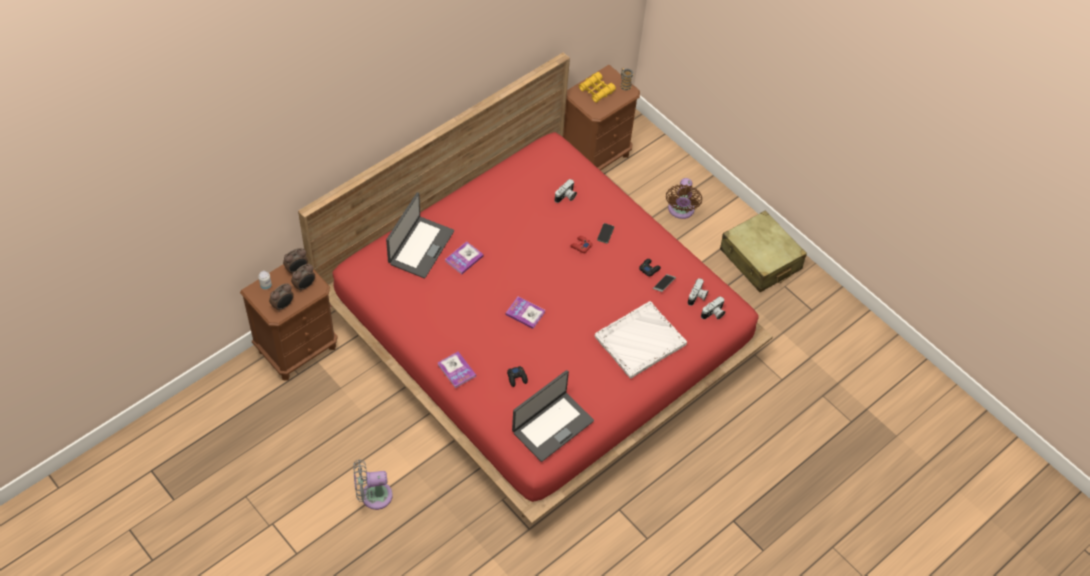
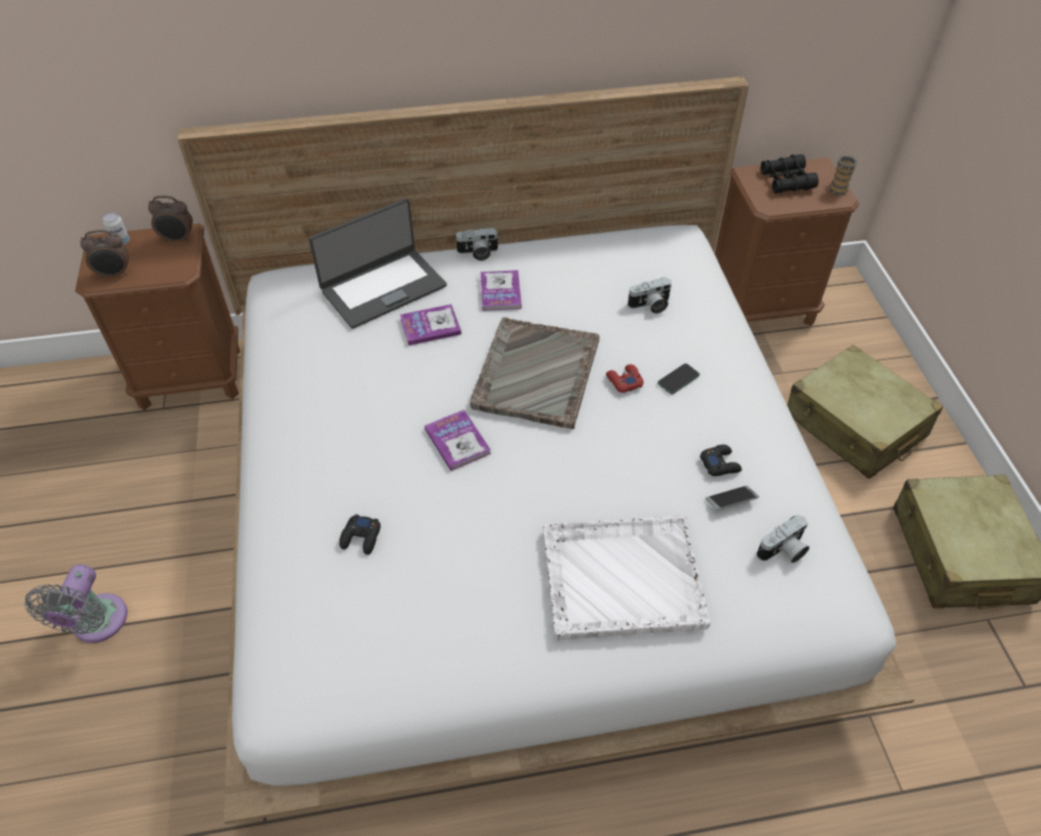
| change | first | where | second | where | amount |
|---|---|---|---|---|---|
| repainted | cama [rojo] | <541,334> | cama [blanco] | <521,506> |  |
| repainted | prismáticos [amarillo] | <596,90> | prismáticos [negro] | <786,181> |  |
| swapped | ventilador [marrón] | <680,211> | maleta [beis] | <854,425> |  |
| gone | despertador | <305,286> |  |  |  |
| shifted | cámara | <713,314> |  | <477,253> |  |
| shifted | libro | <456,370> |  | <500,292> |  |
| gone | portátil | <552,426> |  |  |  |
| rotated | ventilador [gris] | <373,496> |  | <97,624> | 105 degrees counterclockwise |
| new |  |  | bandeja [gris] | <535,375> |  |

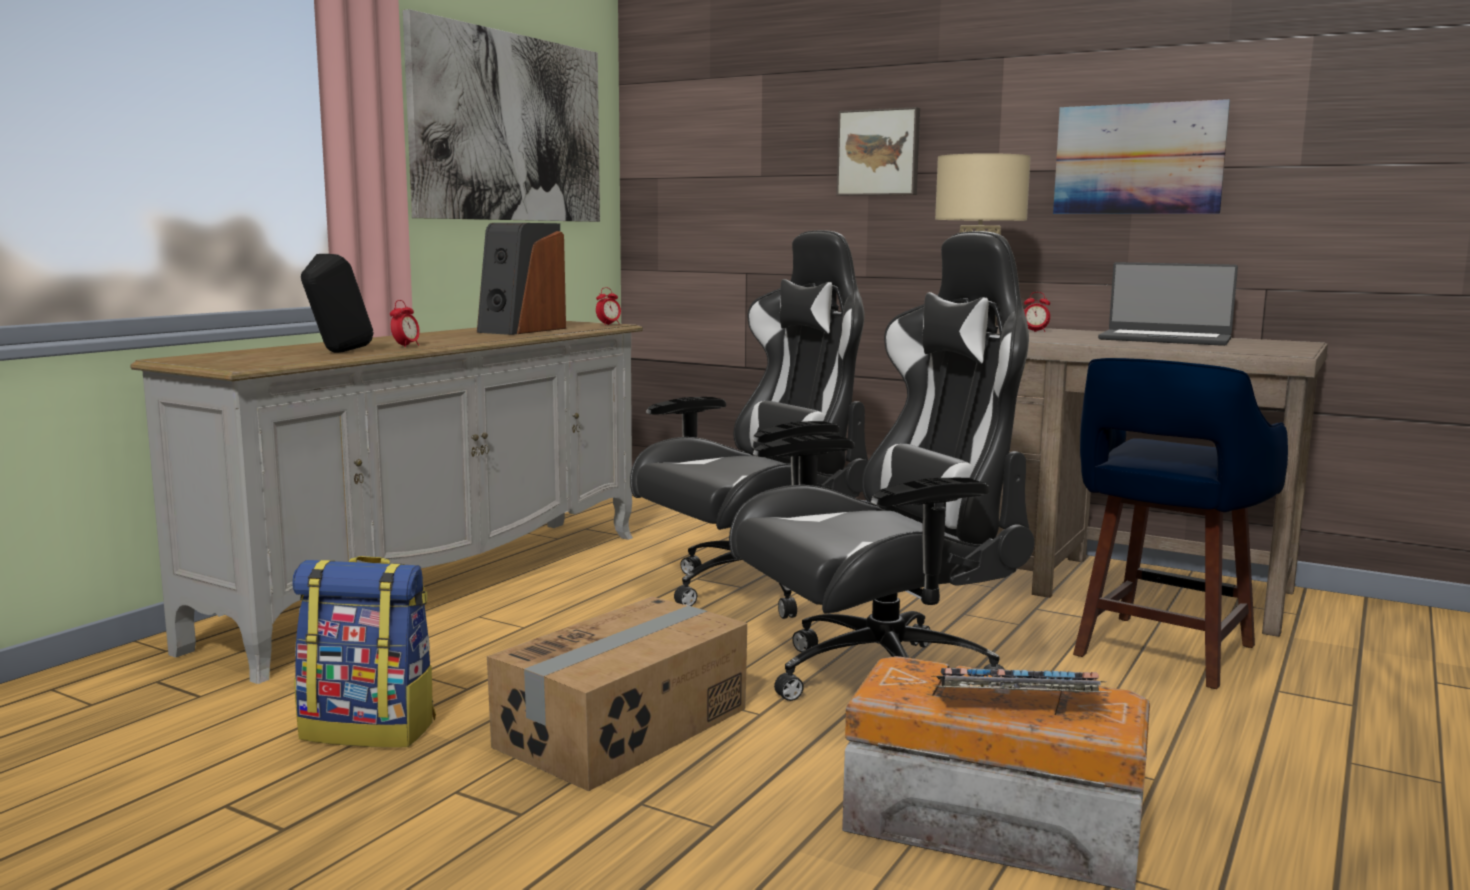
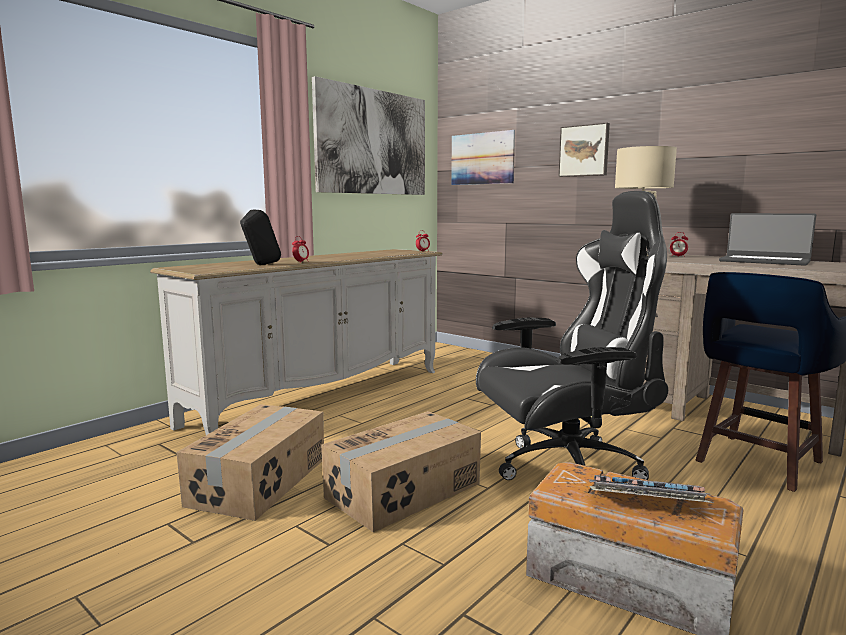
| change | first | where | second | where | amount |
|---|---|---|---|---|---|
| shifted | cuadro | <1138,159> |  | <482,158> |  |
| gone | altavoz | <521,330> |  |  |  |
| gone | silla de oficina [negro] | <748,591> |  |  |  |
| swapped | mochila | <370,729> | caja de cartón | <260,481> |  |

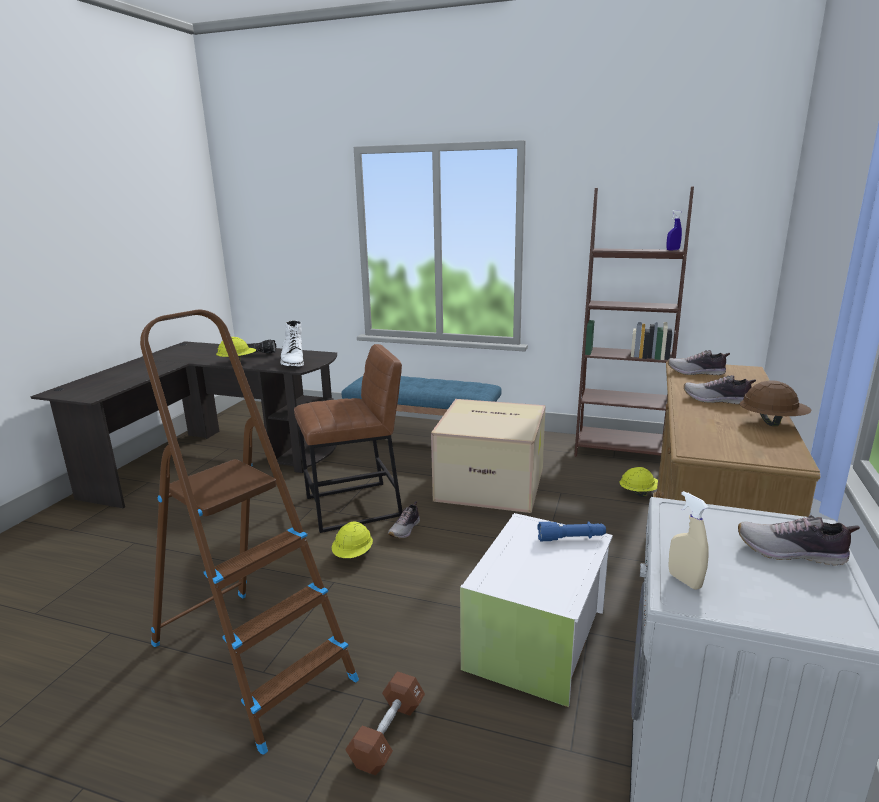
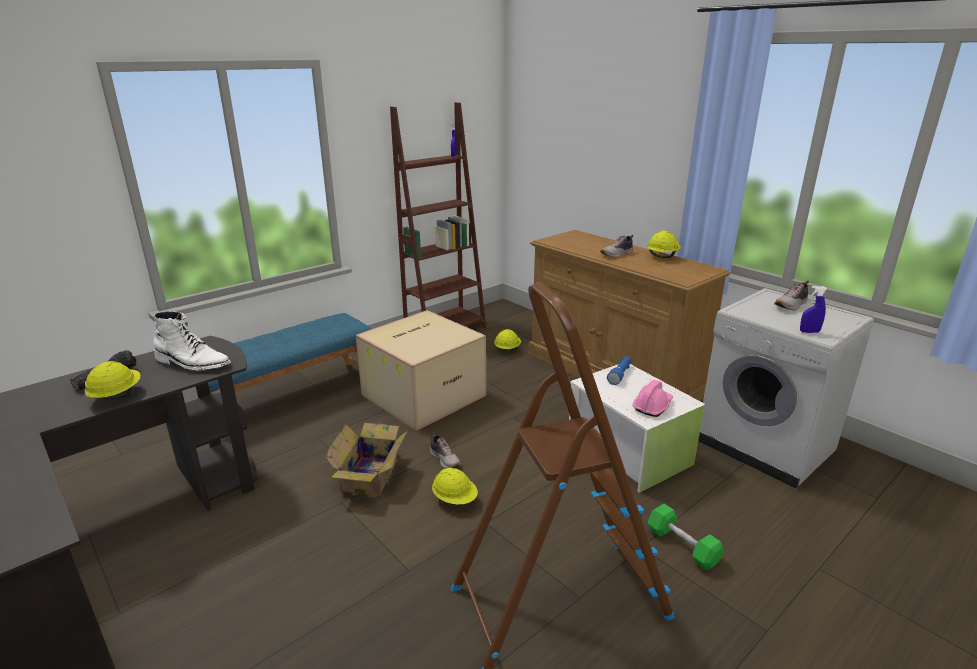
| change | first | where | second | where | amount |
|---|---|---|---|---|---|
| swapped | silla [marrón] | <355,506> | caja de cartón | <372,474> |  |
| gone | zapato | <696,372> |  |  |  |
| repainted | casco [marrón] | <771,422> | casco [amarillo] | <662,256> |  |
| repainted | pulverizador [beis] | <684,580> | pulverizador [azul] | <809,332> |  |
| repainted | mancuerna [marrón] | <388,734> | mancuerna [verde] | <682,546> |  |
| new |  |  | casco [rosa] | <652,406> |  |

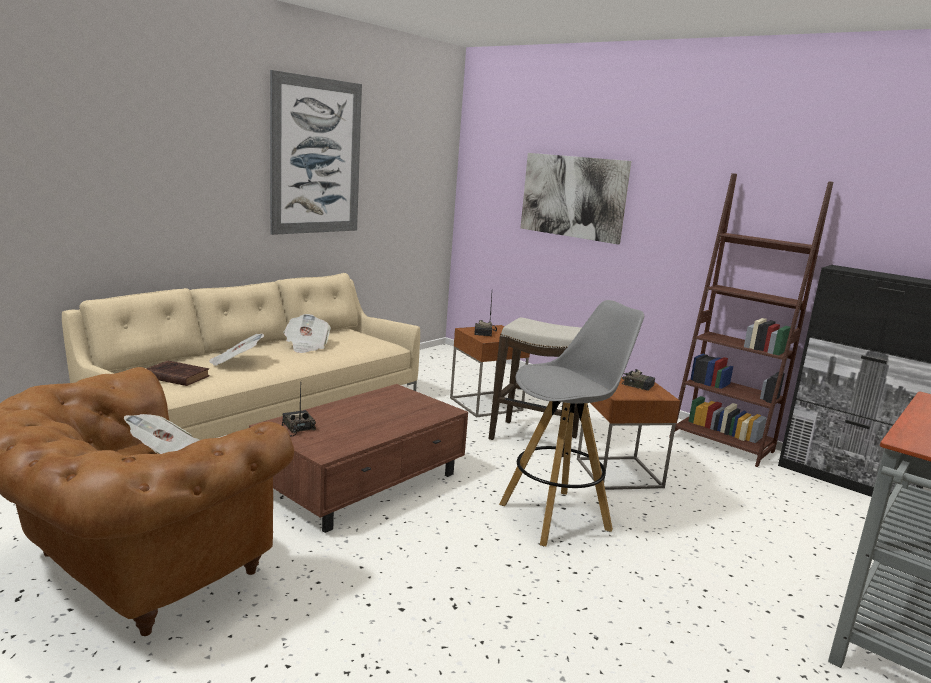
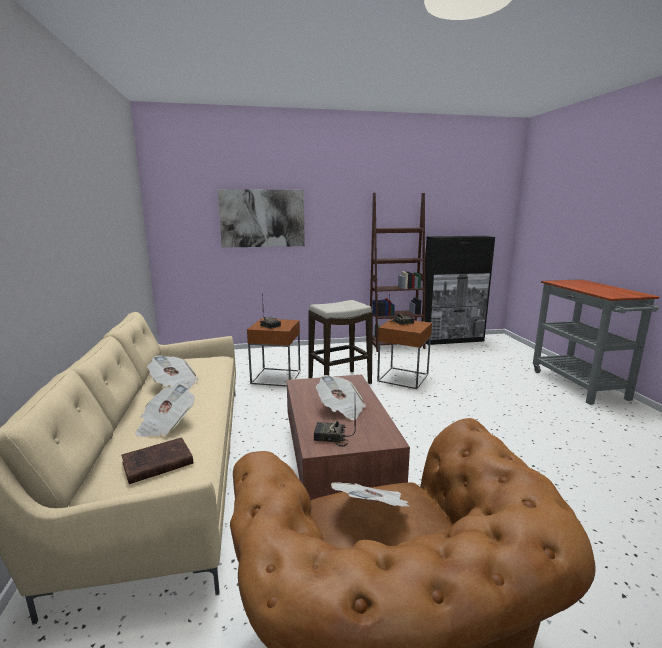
| change | first | where | second | where | amount |
|---|---|---|---|---|---|
| gone | cuadro | <316,157> |  |  |  |
| gone | taburete [gris] | <557,517> |  |  |  |
| new |  |  | periódico | <341,409> |  |

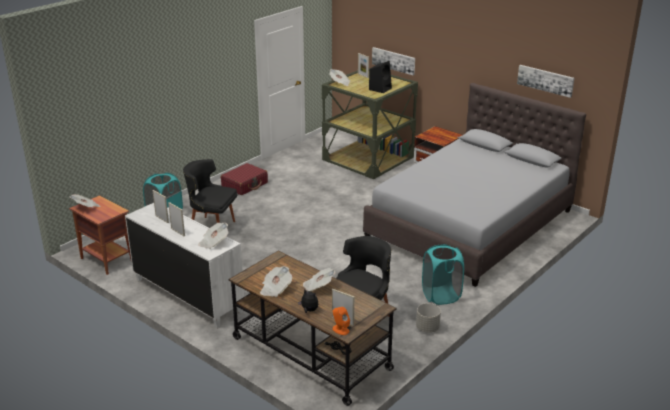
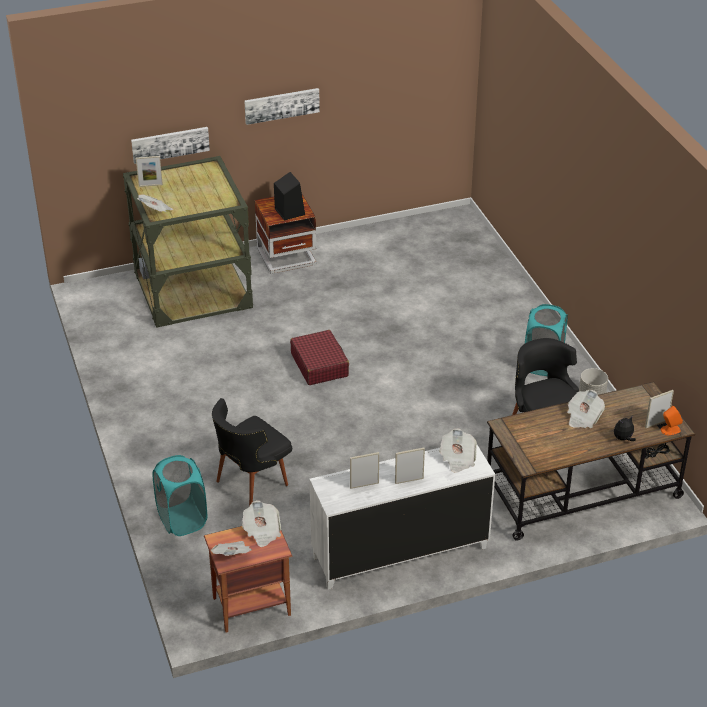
| change | first | where | second | where | amount |
|---|---|---|---|---|---|
| shifted | altavoz [negro] | <380,88> |  | <289,211> |  |
| shifted | cuadro | <545,80> |  | <281,105> |  |
| gone | cama [gris] | <470,224> |  |  |  |
| shifted | maleta [rojo] | <245,185> |  | <319,365> |  |
| shifted | periódico | <275,289> |  | <262,532> |  |

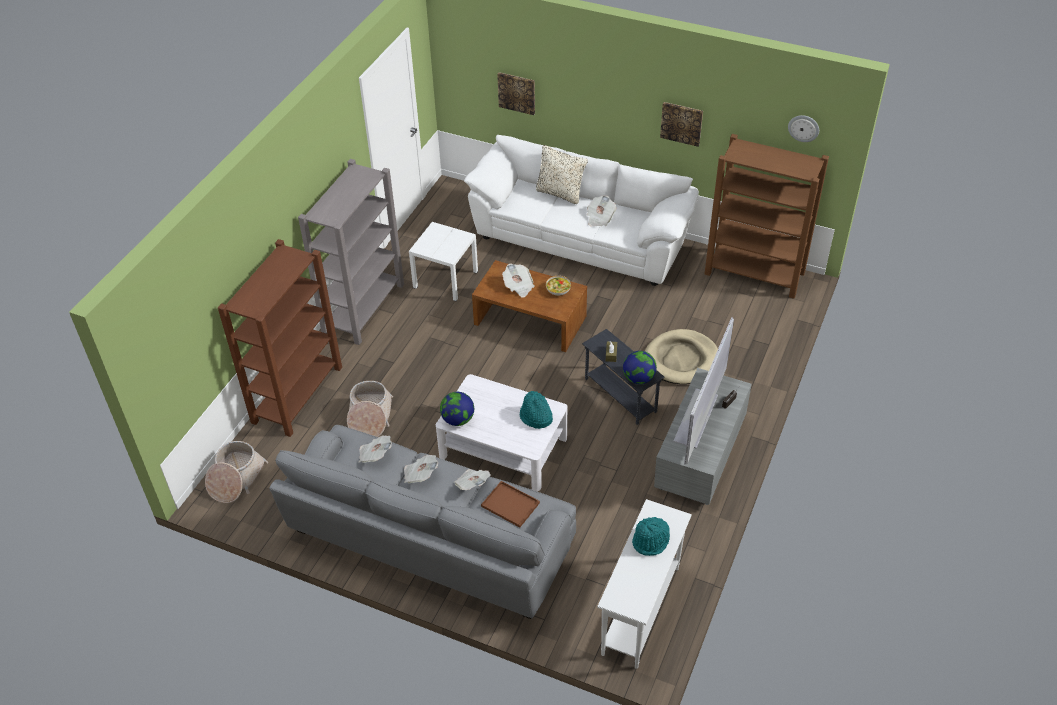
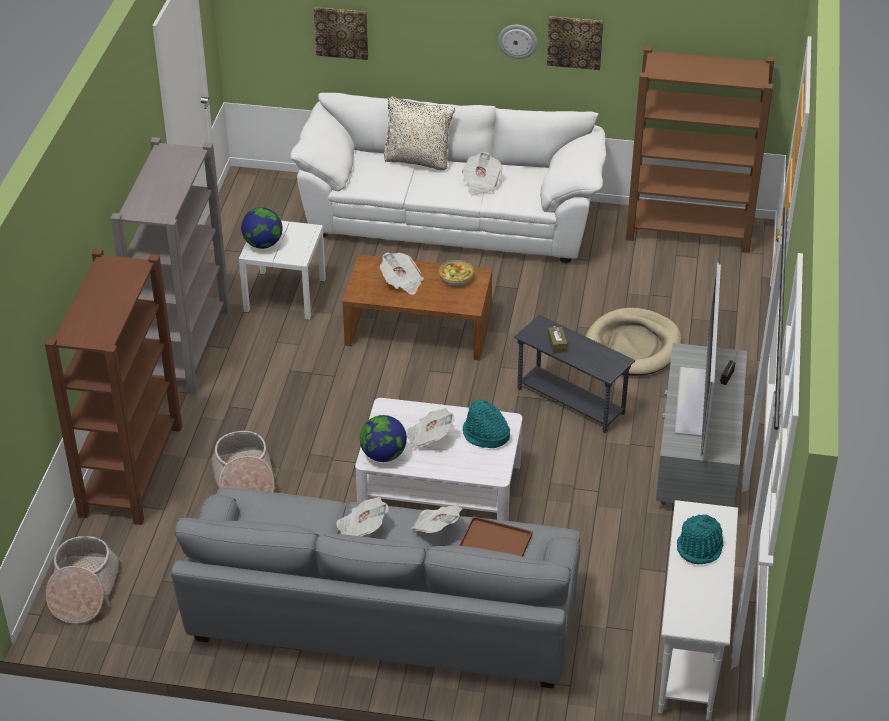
| change | first | where | second | where | amount |
|---|---|---|---|---|---|
| shifted | reloj de pared | <803,128> |  | <517,41> |  |
| shifted | globo terráqueo | <638,378> |  | <263,244> |  |
| shifted | periódico | <375,455> |  | <428,437> |  |

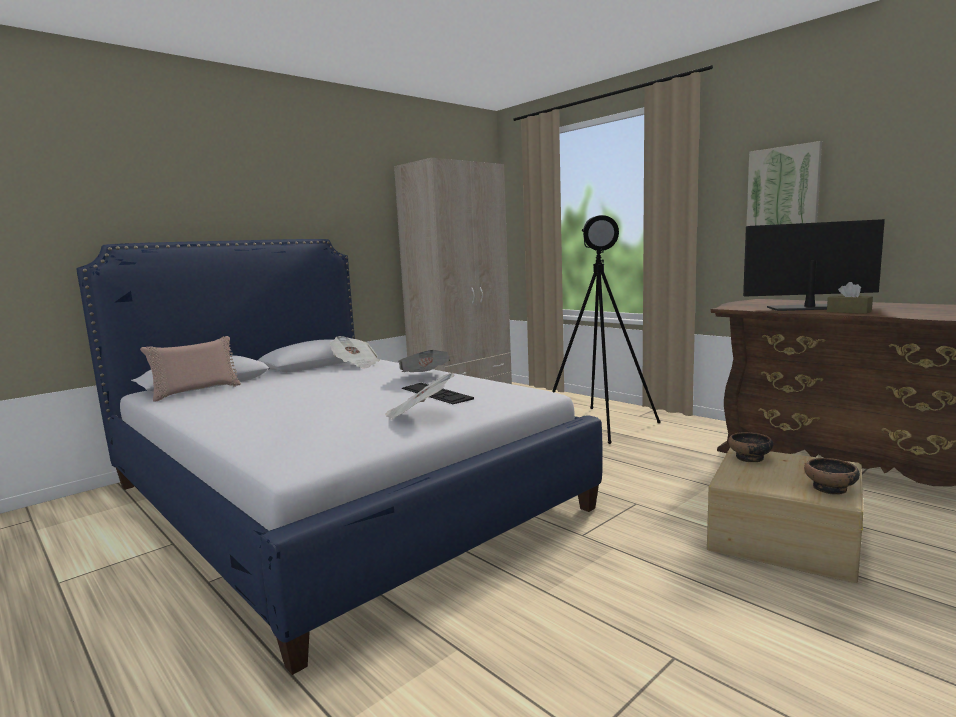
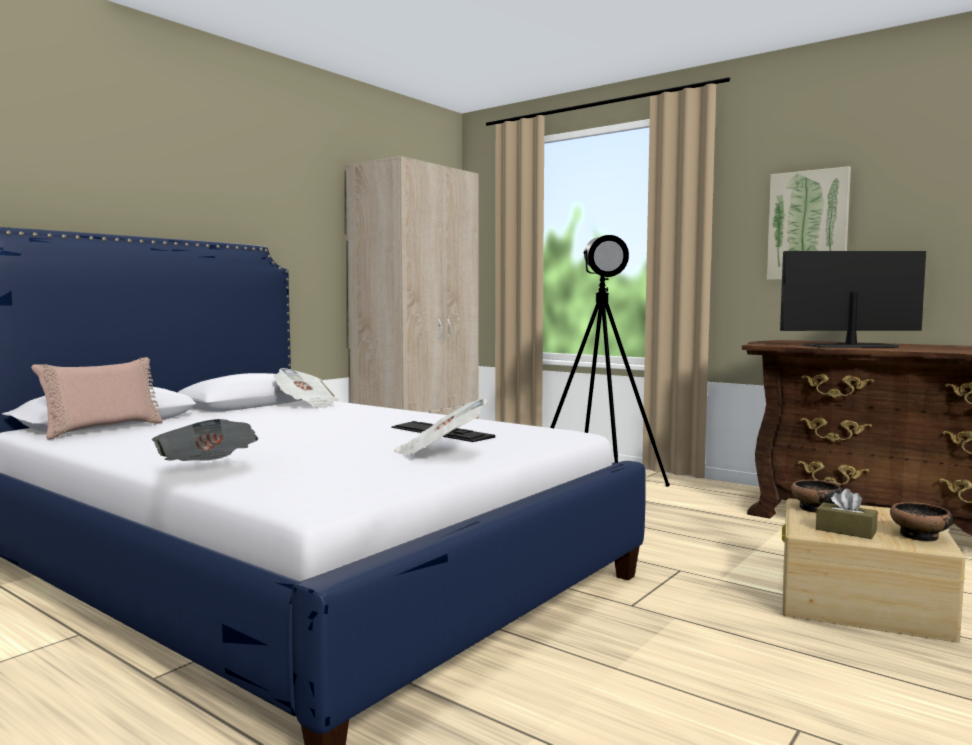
| change | first | where | second | where | amount |
|---|---|---|---|---|---|
| shifted | caja de pañuelos [marrón] | <848,312> |  | <846,531> |  |
| shifted | periódico | <425,376> |  | <208,469> |  |

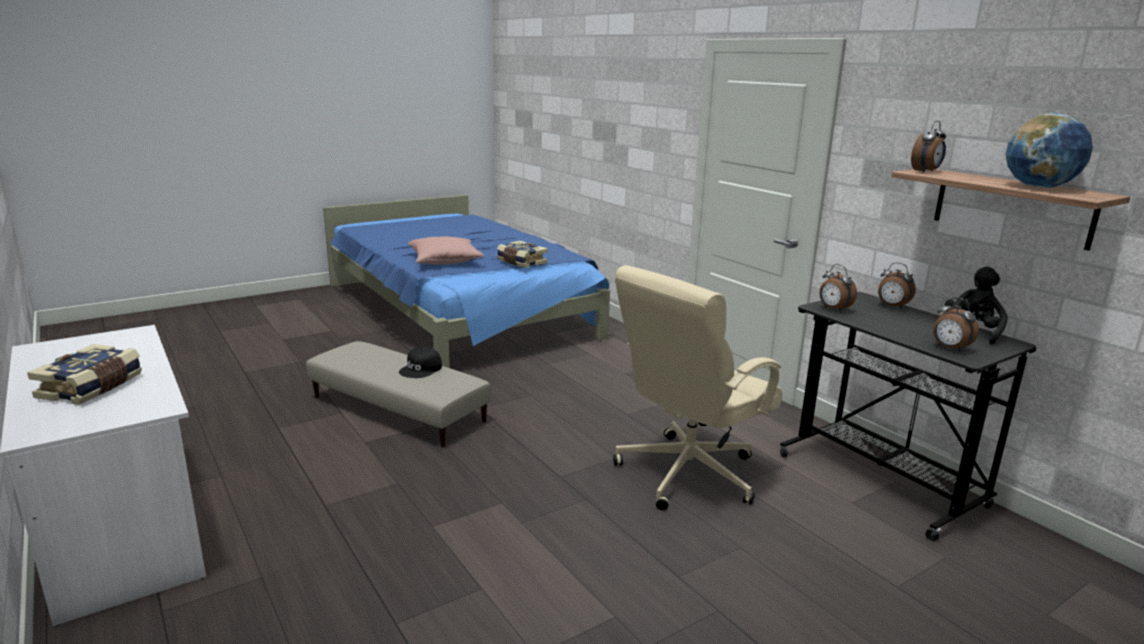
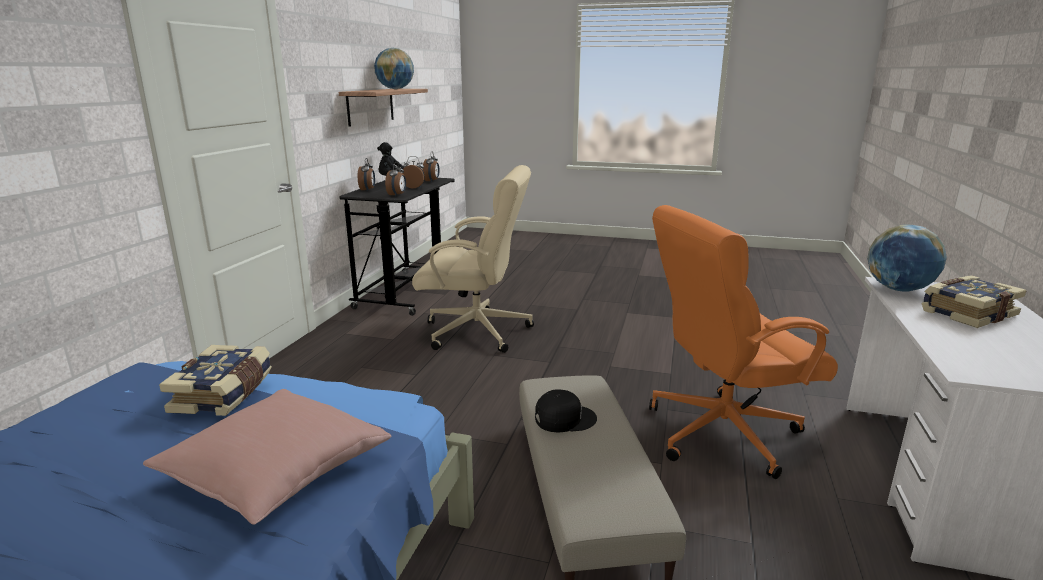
| change | first | where | second | where | amount |
|---|---|---|---|---|---|
| shifted | despertador | <926,171> |  | <414,187> |  |
| new |  |  | silla de oficina [naranja] | <723,432> |  |
| new |  |  | globo terráqueo | <898,289> |  |

